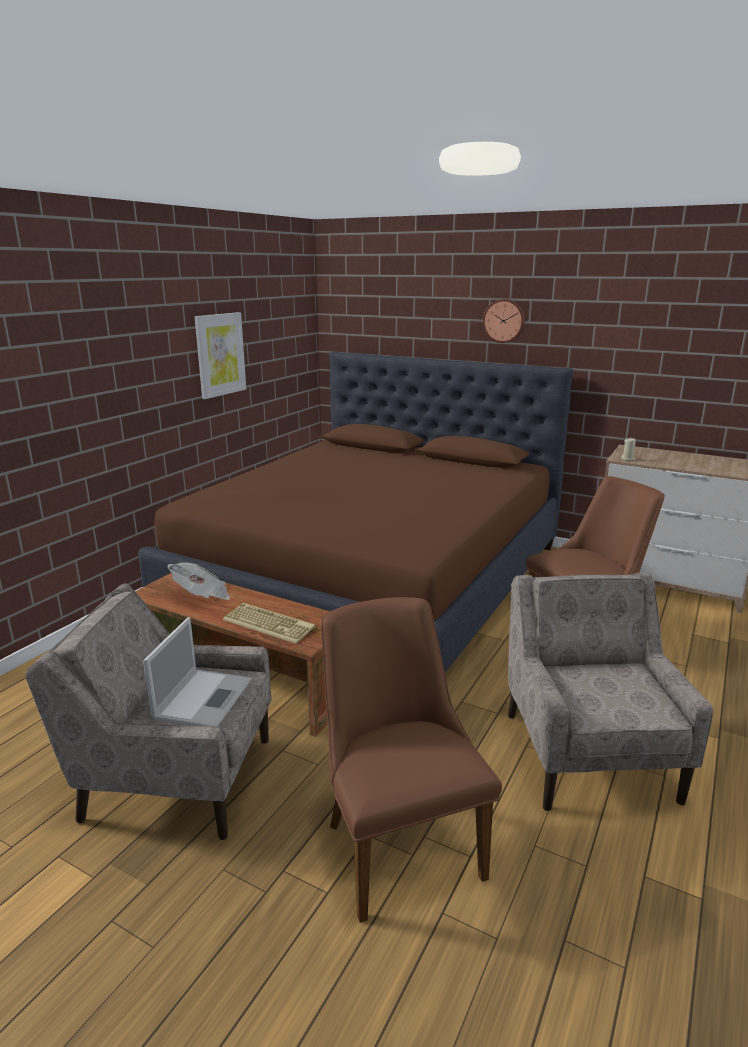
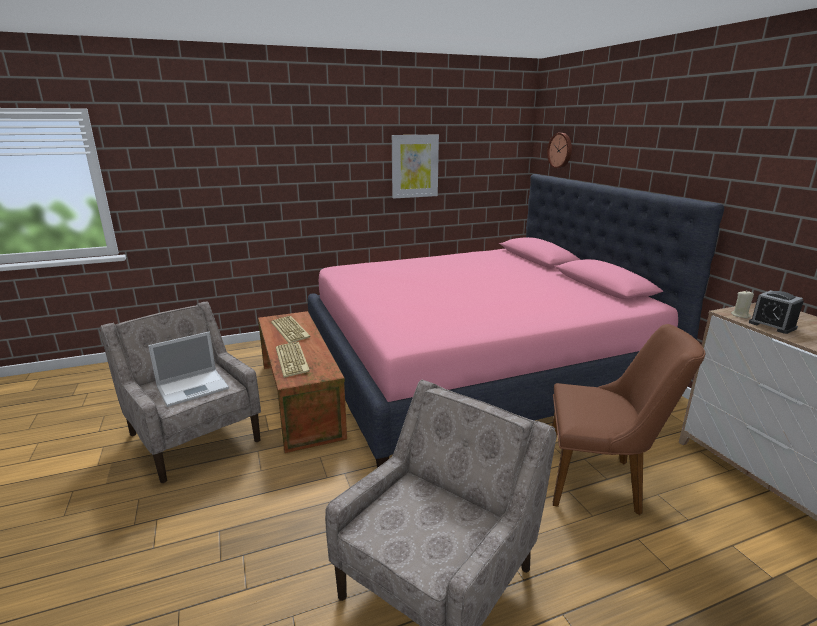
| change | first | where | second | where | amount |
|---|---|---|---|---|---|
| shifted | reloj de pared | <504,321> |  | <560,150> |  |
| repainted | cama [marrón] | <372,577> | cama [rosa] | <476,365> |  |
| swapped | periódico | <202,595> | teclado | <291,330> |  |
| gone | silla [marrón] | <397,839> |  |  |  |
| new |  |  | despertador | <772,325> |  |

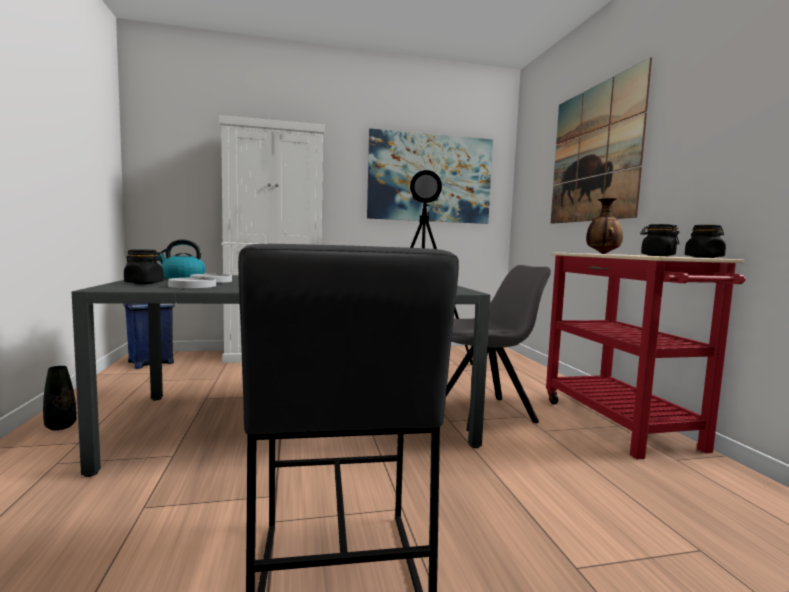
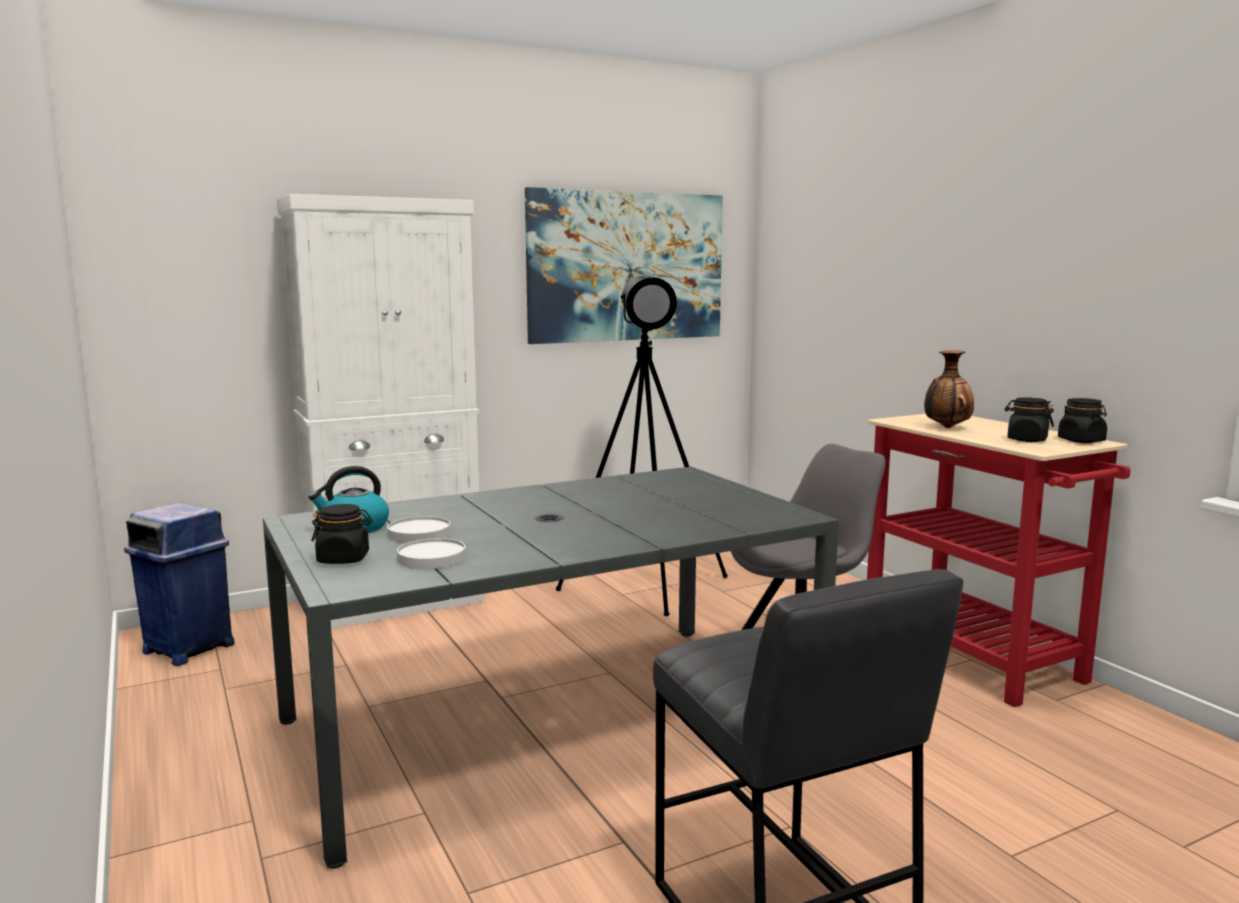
| change | first | where | second | where | amount |
|---|---|---|---|---|---|
| gone | cuadro | <594,154> |  |  |  |
| gone | florero [negro] | <60,426> |  |  |  |

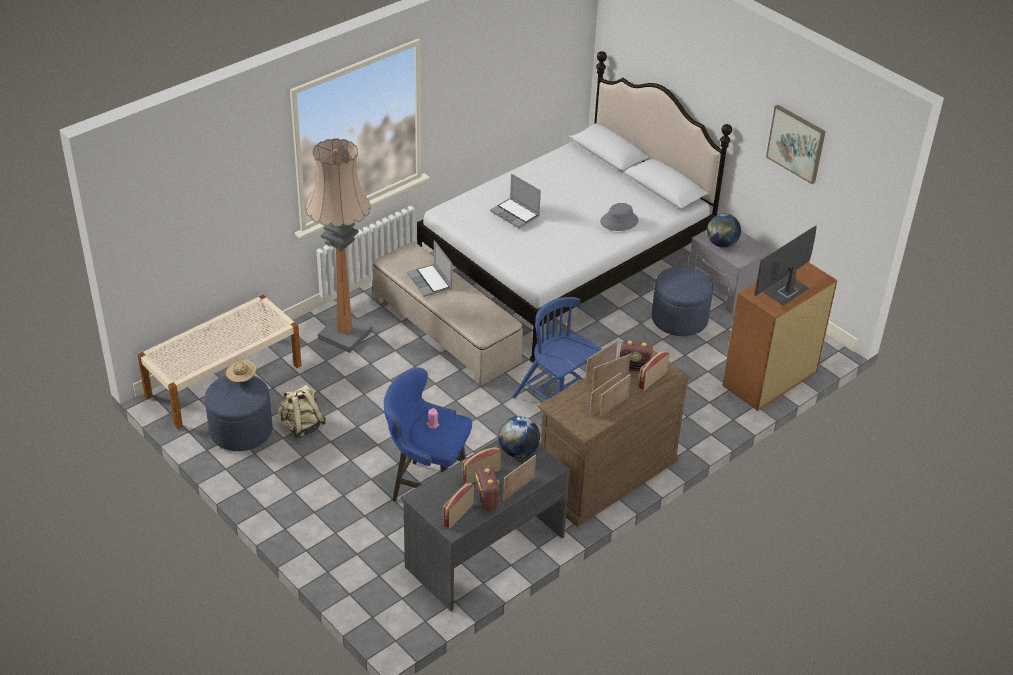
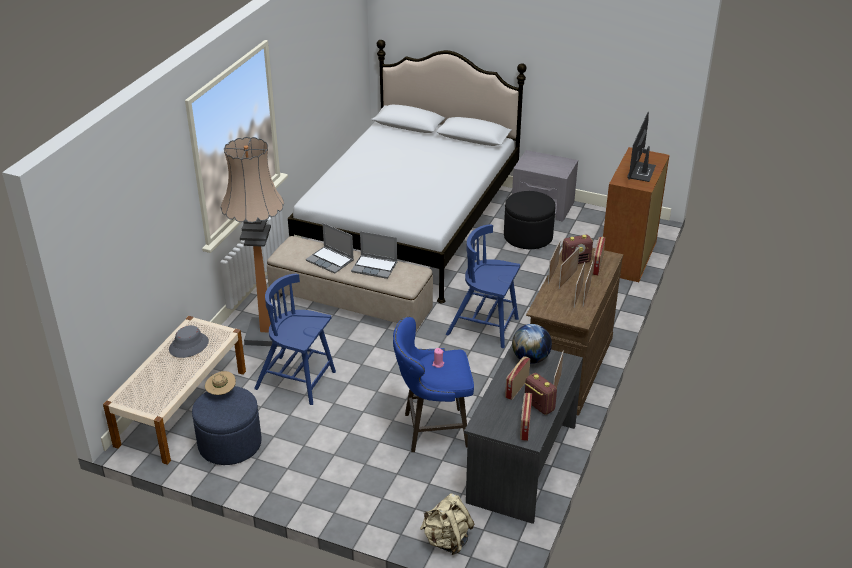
| change | first | where | second | where | amount |
|---|---|---|---|---|---|
| gone | cuadro | <796,143> |  |  |  |
| shifted | portátil | <515,214> |  | <375,267> |  |
| shifted | sombrero [gris] | <619,221> |  | <188,346> |  |
| gone | globo terráqueo | <721,244> |  |  |  |
| repainted | puf [azul] | <679,319> | puf [negro] | <528,237> |  |
| shifted | mochila [beis] | <301,426> |  | <447,540> |  |
| new |  |  | silla [azul] | <297,380> |  |

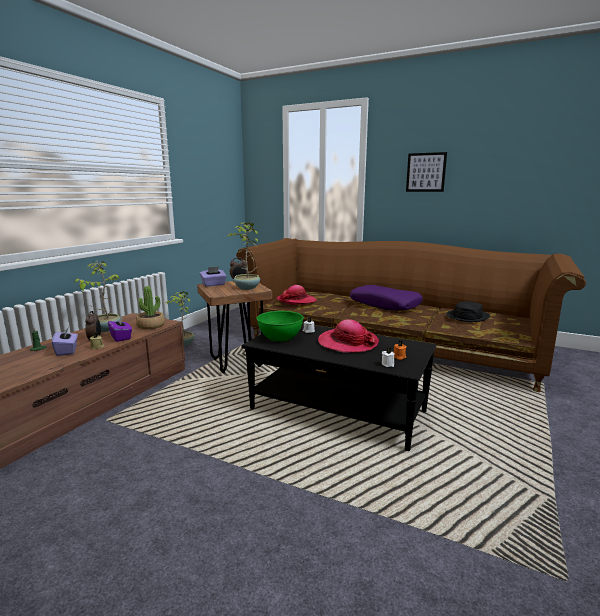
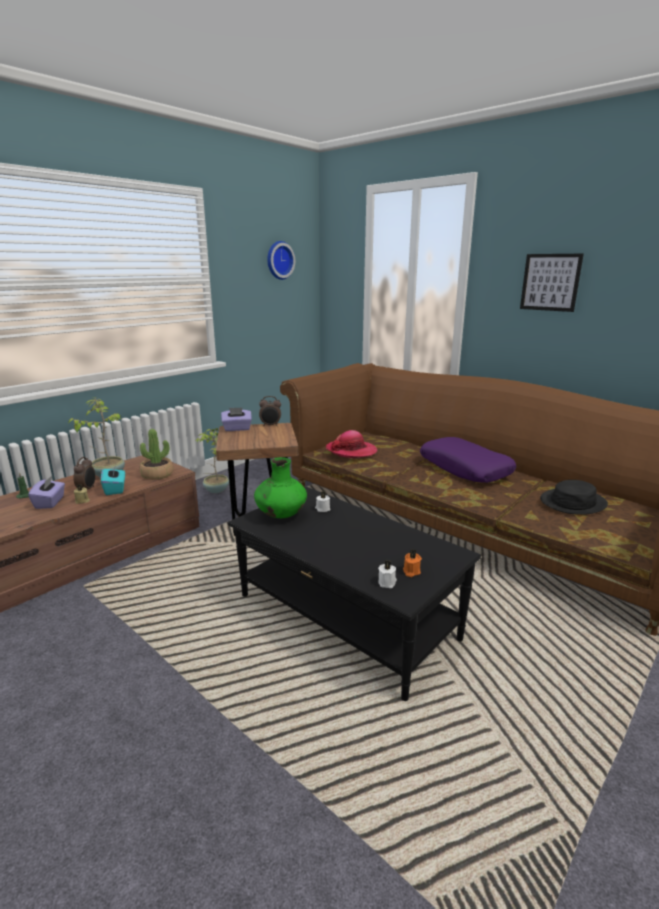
| change | first | where | second | where | amount |
|---|---|---|---|---|---|
| gone | planta en maceta | <246,288> |  |  |  |
| swapped | cuenco [verde] | <280,337> | florero [verde] | <280,515> |  |
| repainted | caja de pañuelos [morado] | <121,337> | caja de pañuelos [turquesa] | <115,489> |  |
| gone | sombrero | <347,343> |  |  |  |
| new |  |  | reloj de pared | <278,260> |  |

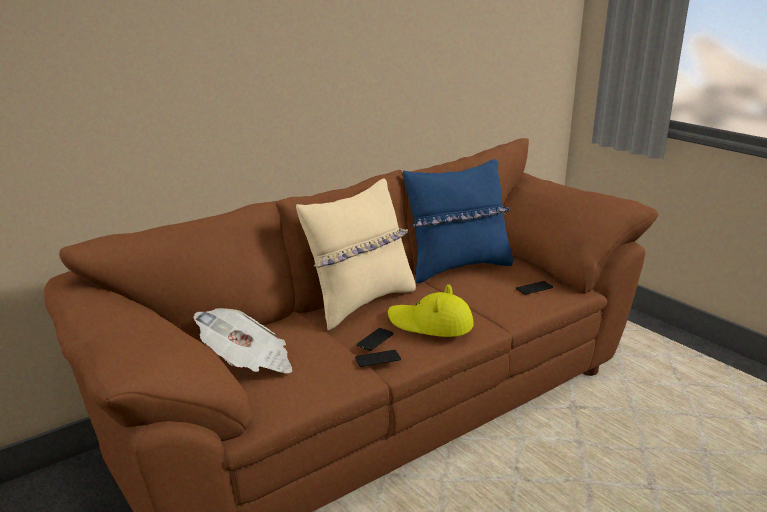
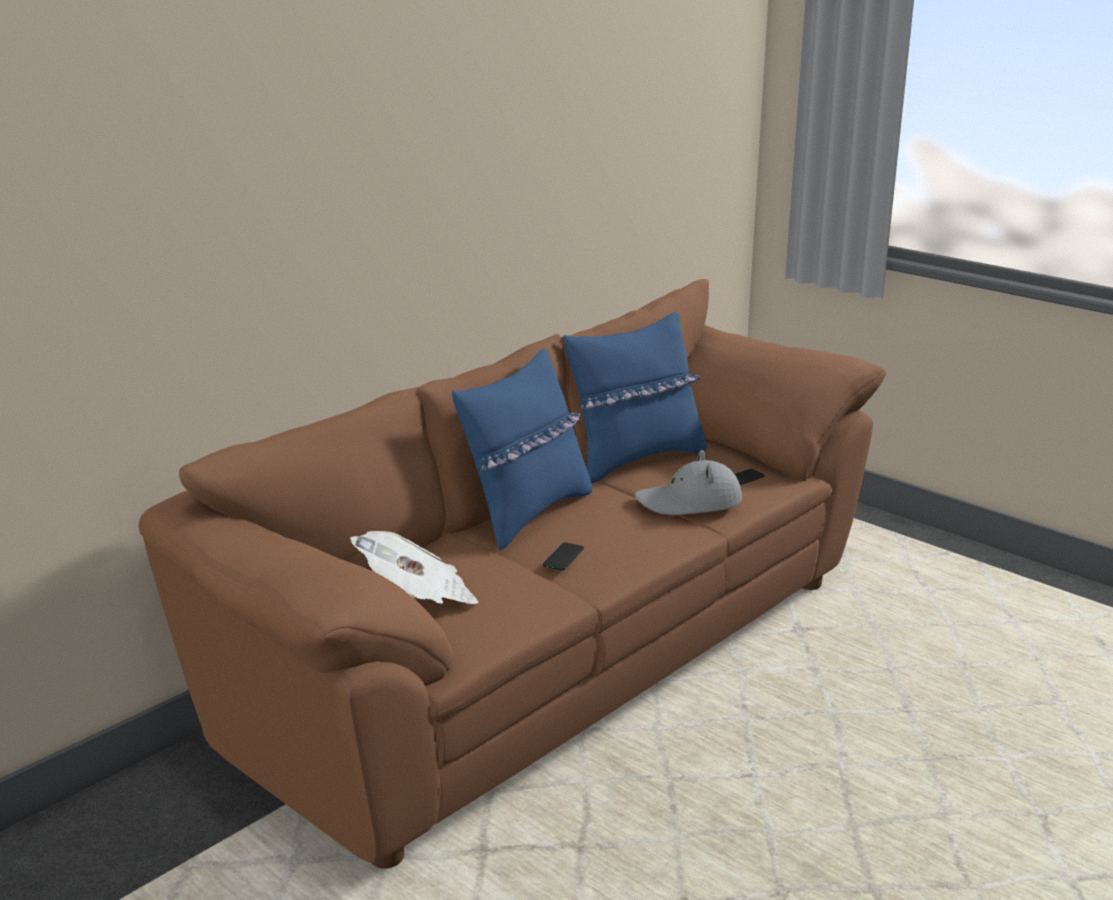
| change | first | where | second | where | amount |
|---|---|---|---|---|---|
| repainted | cojín [beis] | <360,303> | cojín [azul] | <527,514> |  |
| gone | sombrero [amarillo] | <430,323> |  |  |  |
| gone | móvil | <378,359> |  |  |  |
| new |  |  | sombrero [gris] | <689,501> |  |

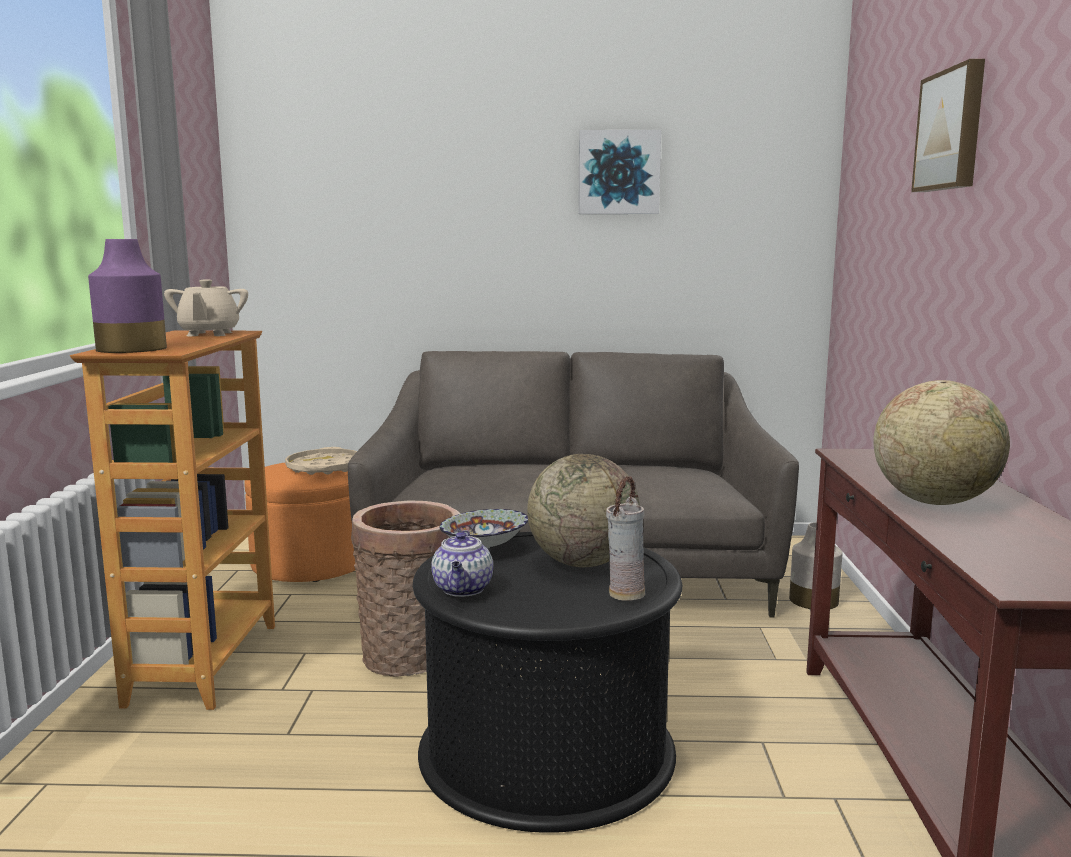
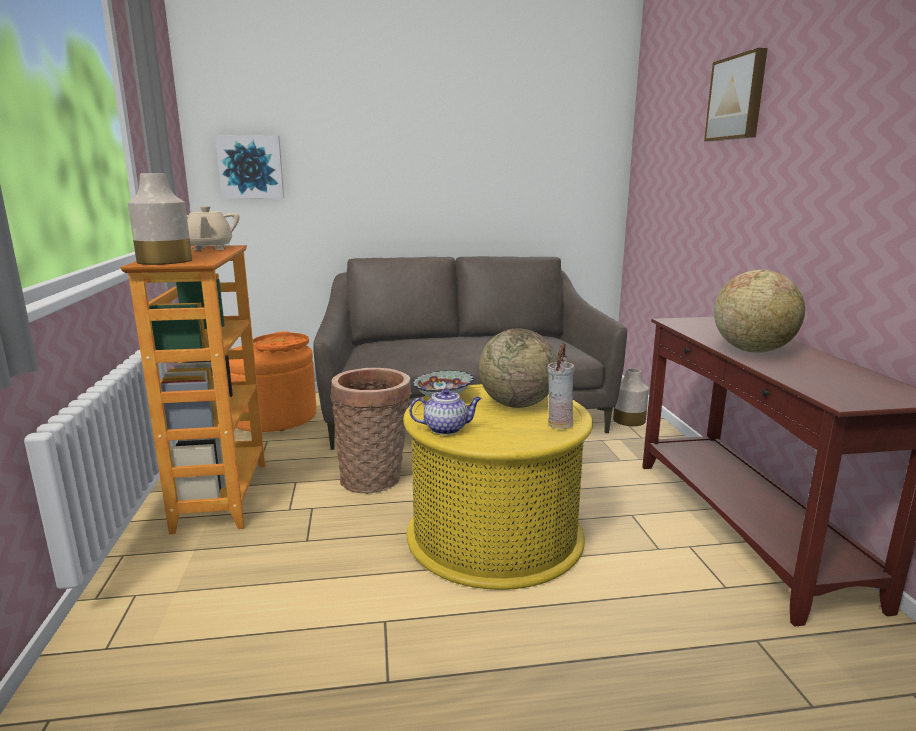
| change | first | where | second | where | amount |
|---|---|---|---|---|---|
| shifted | cuadro | <618,172> |  | <251,167> |  |
| repainted | florero [morado] | <132,348> | florero [beis] | <165,261> |  |
| repainted | bandeja [beis] | <324,468> | bandeja [naranja] | <281,347> |  |
| rotated | tetera | <463,589> |  | <446,429> | 90 degrees counterclockwise |
| repainted | mesa de centro [negro] | <546,751> | mesa de centro [amarillo] | <494,534> |  |

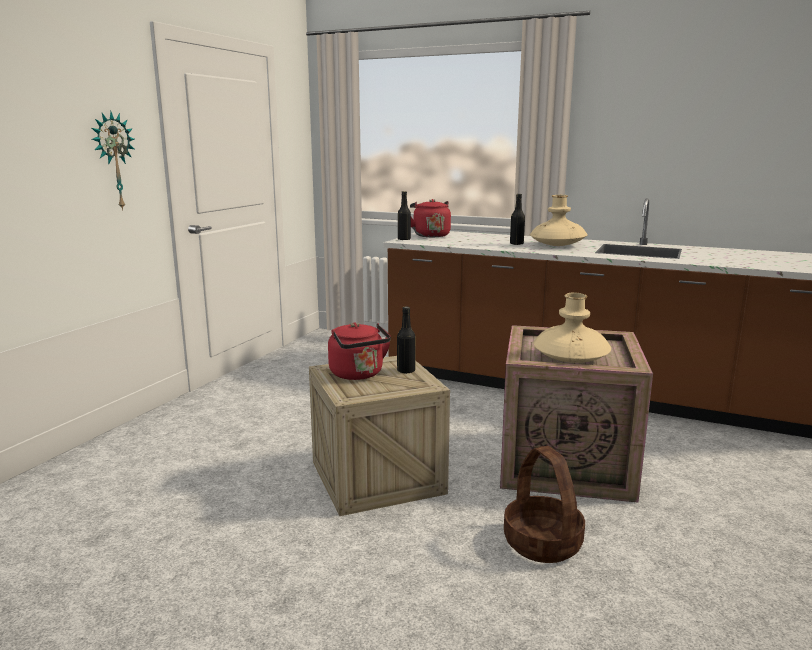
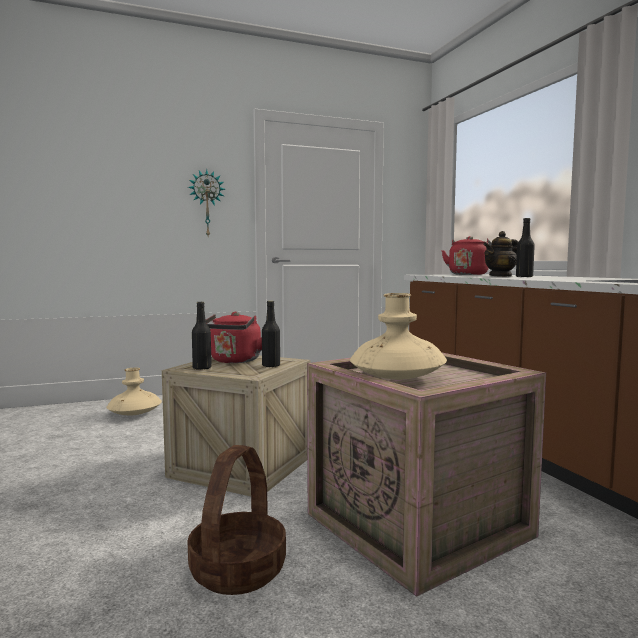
| change | first | where | second | where | amount |
|---|---|---|---|---|---|
| shifted | botella [negro] | <404,239> |  | <202,368> |  |
| shifted | florero [beis] | <557,245> |  | <135,414> |  |
| new |  |  | tetera | <501,276> |  |

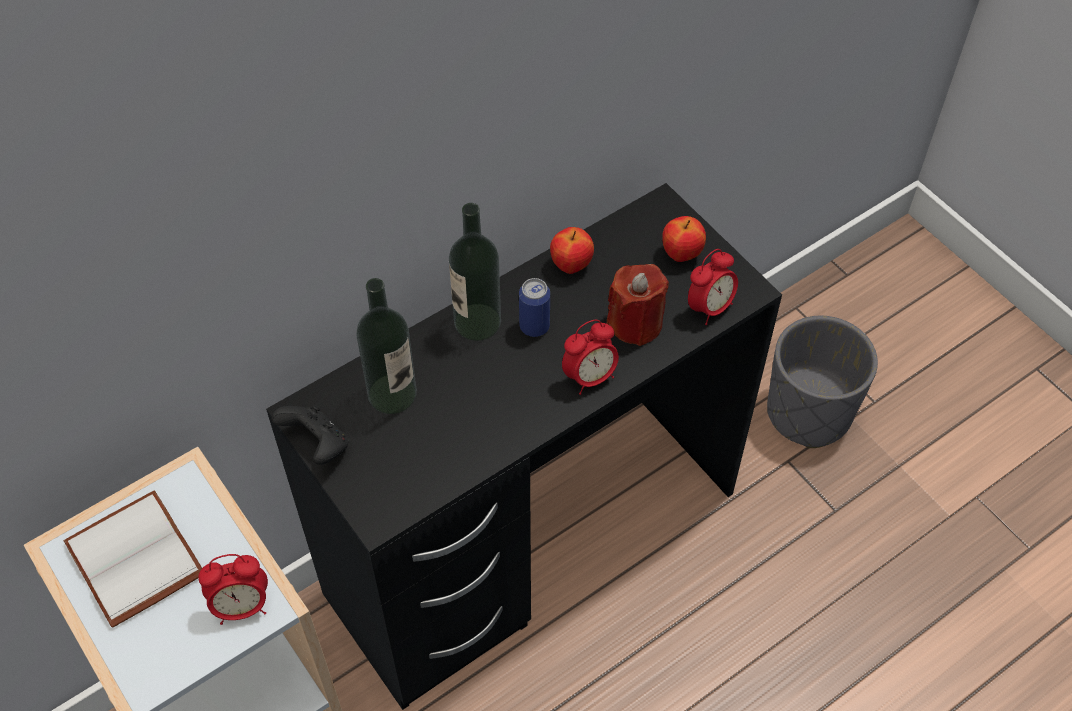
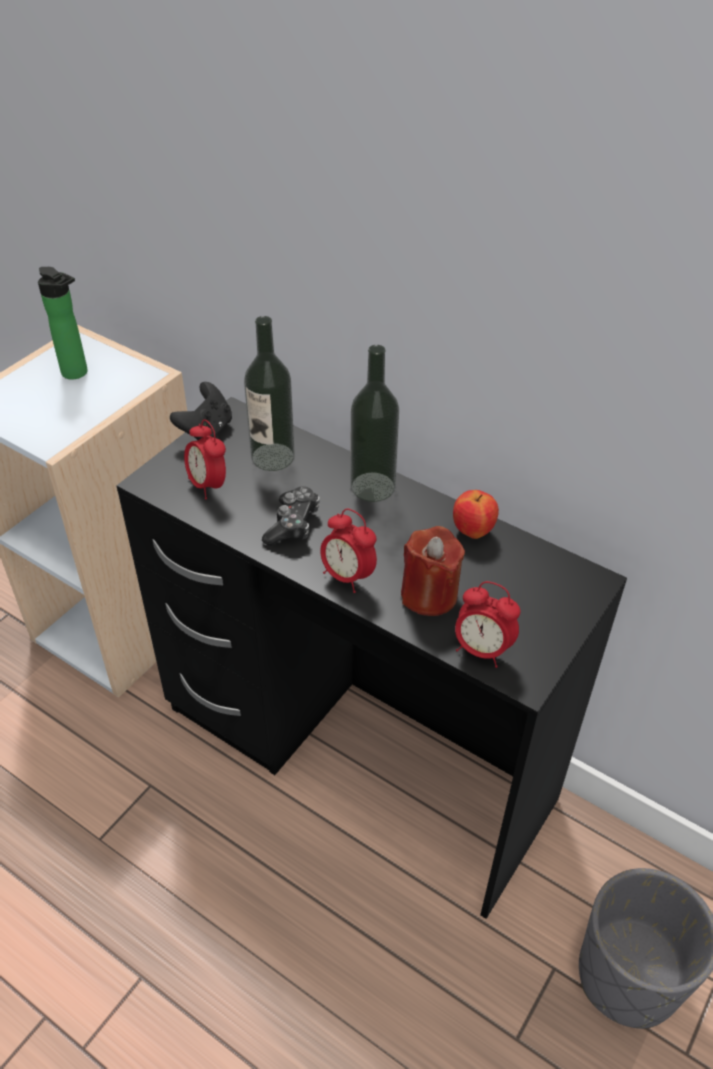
| change | first | where | second | where | amount |
|---|---|---|---|---|---|
| gone | manzana | <681,254> |  |  |  |
| gone | lata | <534,326> |  |  |  |
| swapped | libro [blanco] | <139,559> | botella | <77,373> |  |
| shifted | despertador | <242,606> |  | <208,485> |  |
| new |  |  | mando de consola | <293,524> |  |

